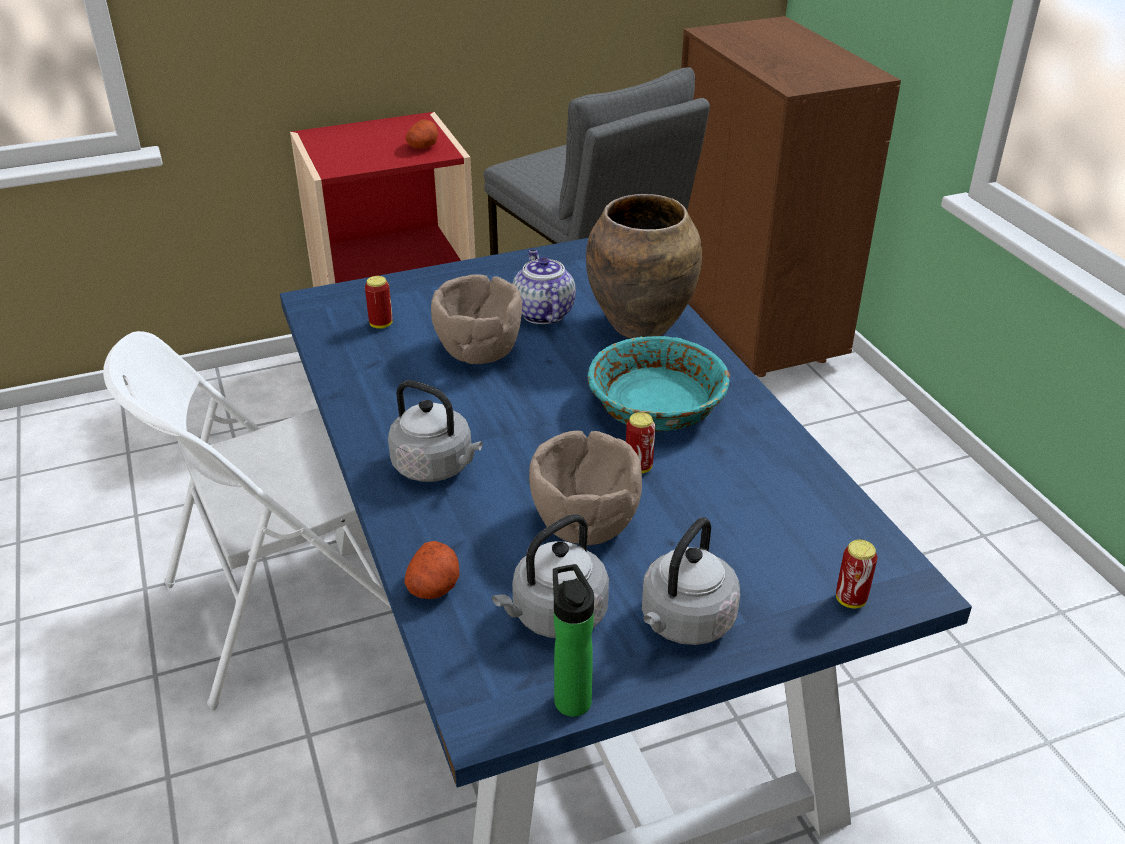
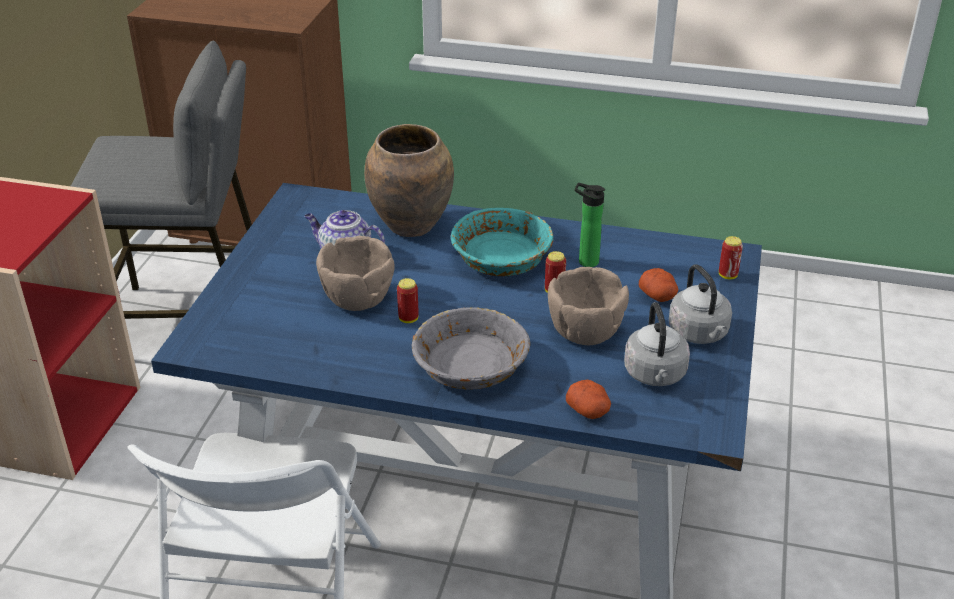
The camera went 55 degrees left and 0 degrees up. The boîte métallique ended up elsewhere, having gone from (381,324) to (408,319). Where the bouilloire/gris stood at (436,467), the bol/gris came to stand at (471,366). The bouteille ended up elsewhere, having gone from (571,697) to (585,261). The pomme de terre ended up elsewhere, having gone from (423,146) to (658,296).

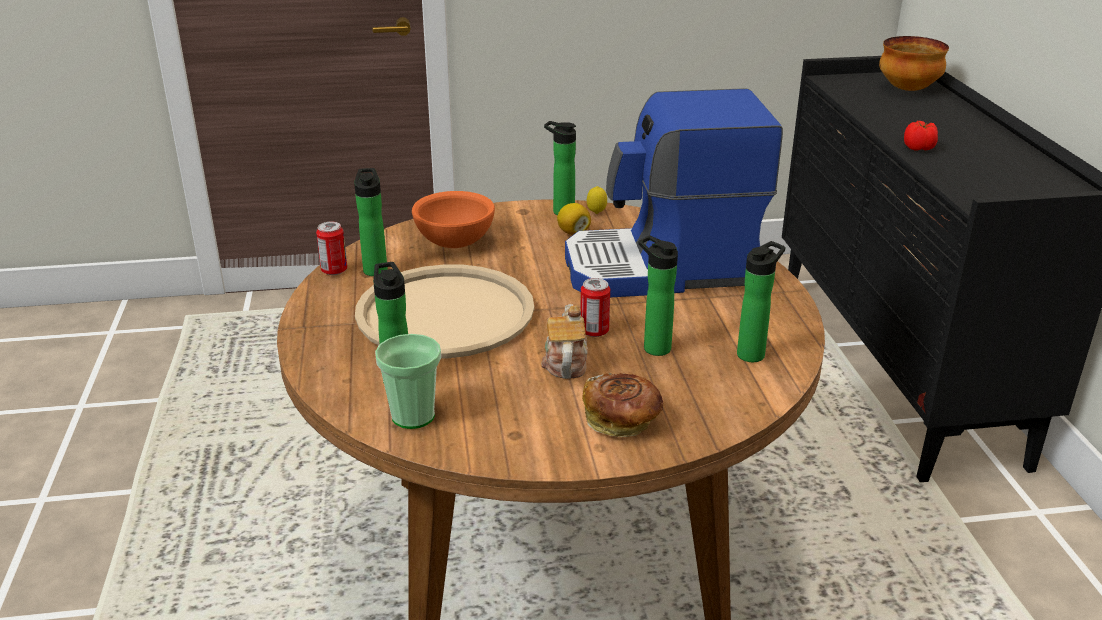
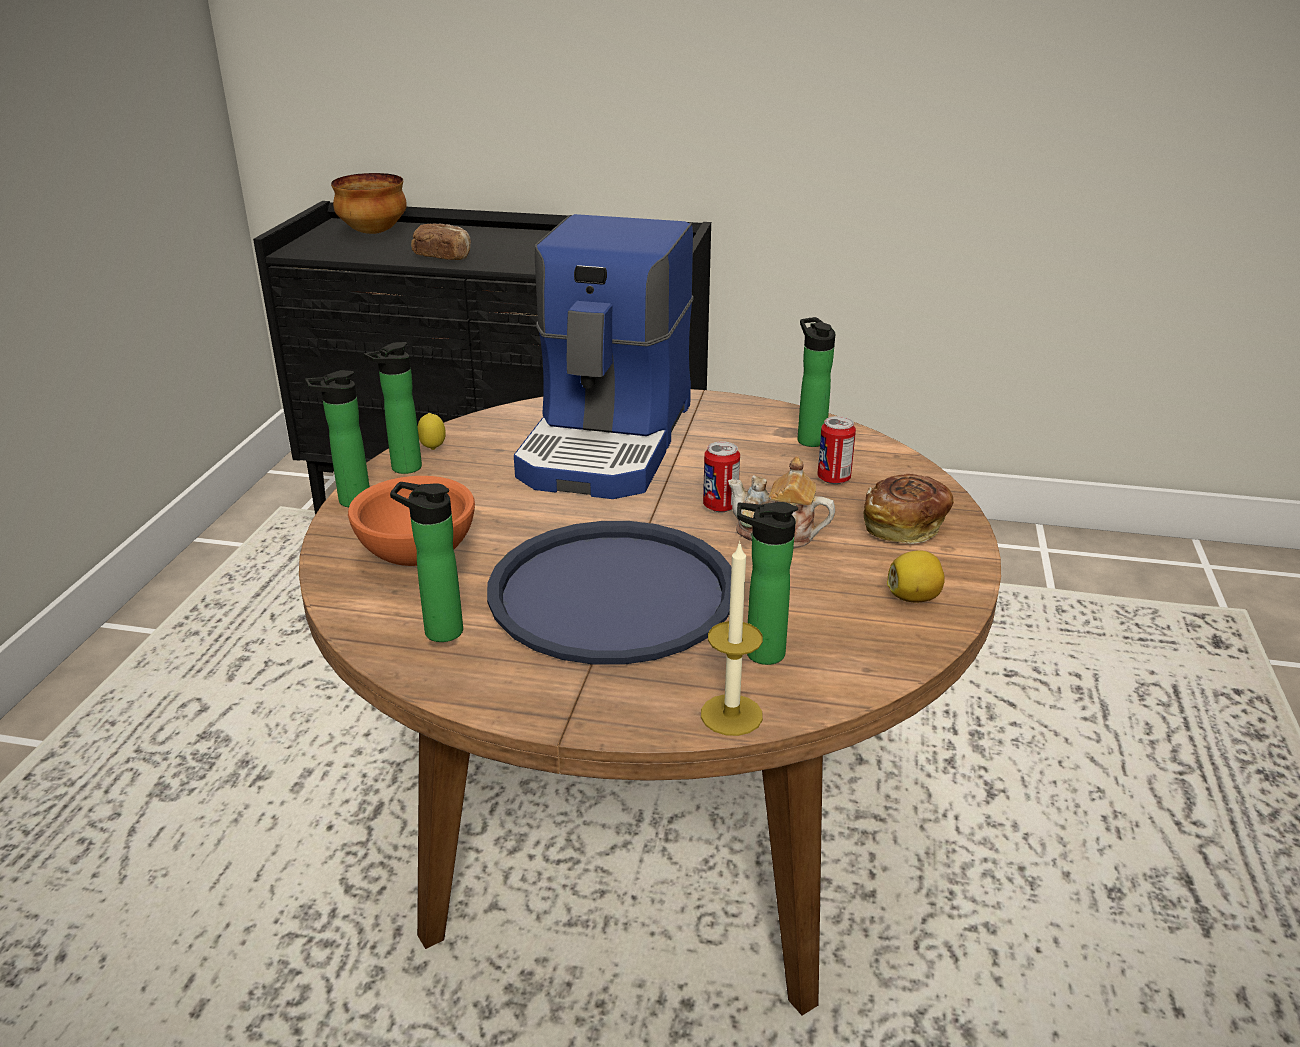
The camera went 70 degrees left and 0 degrees up. The bouteille ended up elsewhere, having gone from (653,347) to (349,501). The second view gained the pain at (443,257). What was the plateau/beige at (445,313) turned into the plateau/bleu at (612,592). The second view gained the bougie at (731,715). The boîte métallique ended up elsewhere, having gone from (334,271) to (833,479). The citron ended up elsewhere, having gone from (573,232) to (914,597). The second view lost the tasse at (413,416). The second view lost the tomate at (919,148).

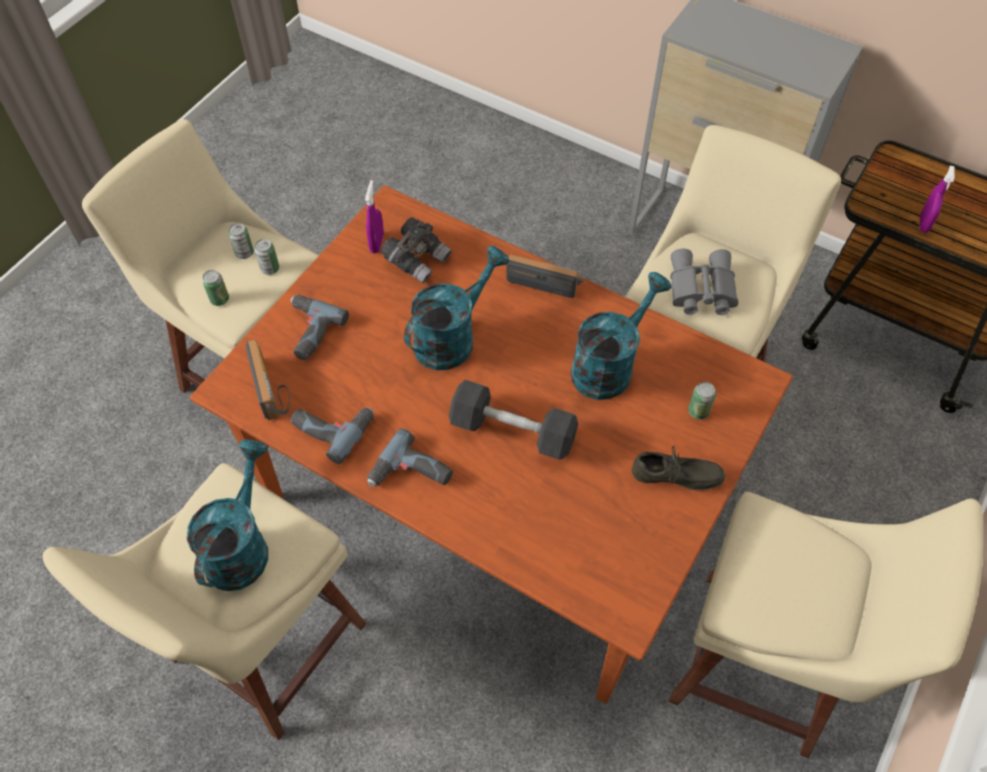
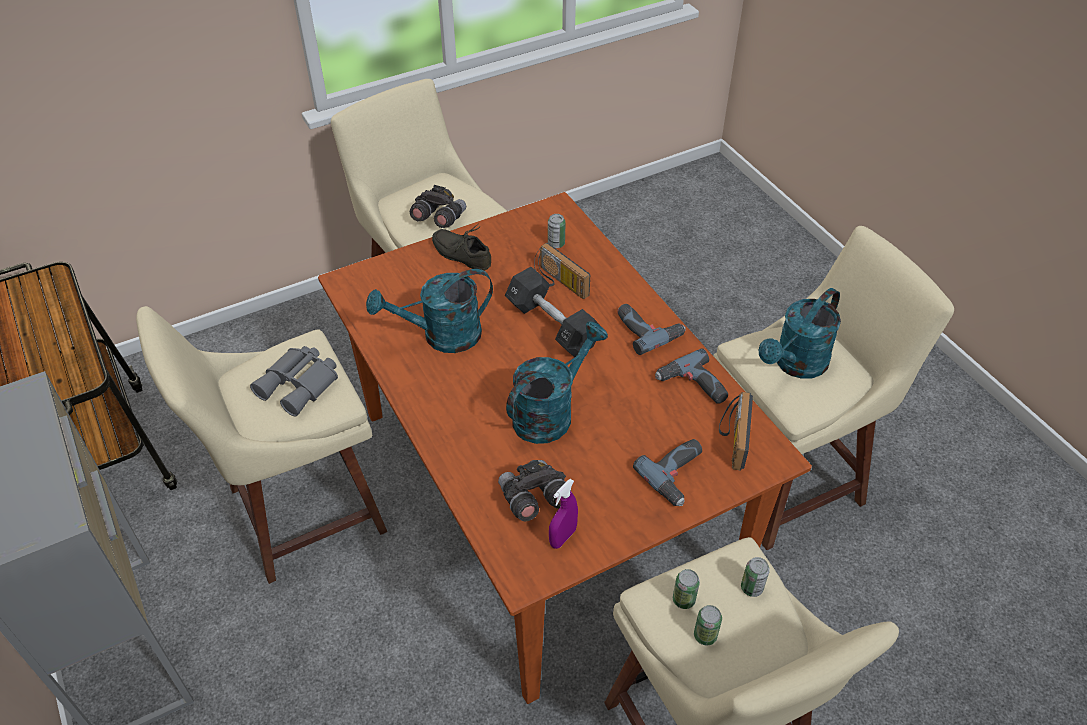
The camera went 150 degrees left and 10 degrees down. The second view gained the jumelles/gris at (439,219). The arrosoir/turquoise at (452,337) ended up facing another way, 150 degrees clockwise from before. The radio ended up elsewhere, having gone from (545,281) to (558,283). The boîte métallique ended up elsewhere, having gone from (698,411) to (556,244). The second view lost the vaporisateur/violet at (924,223).

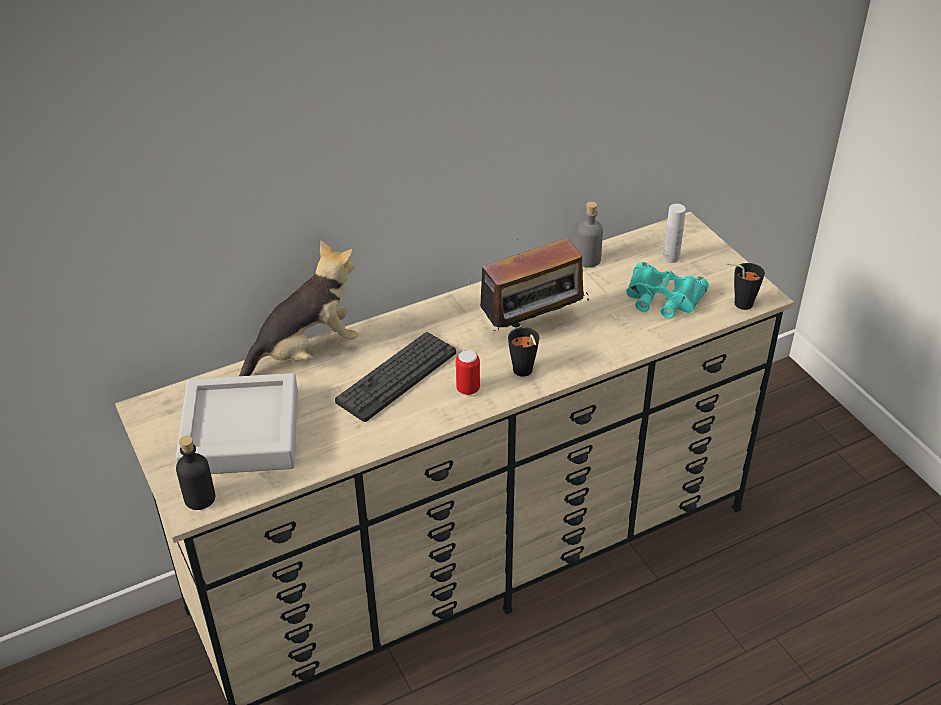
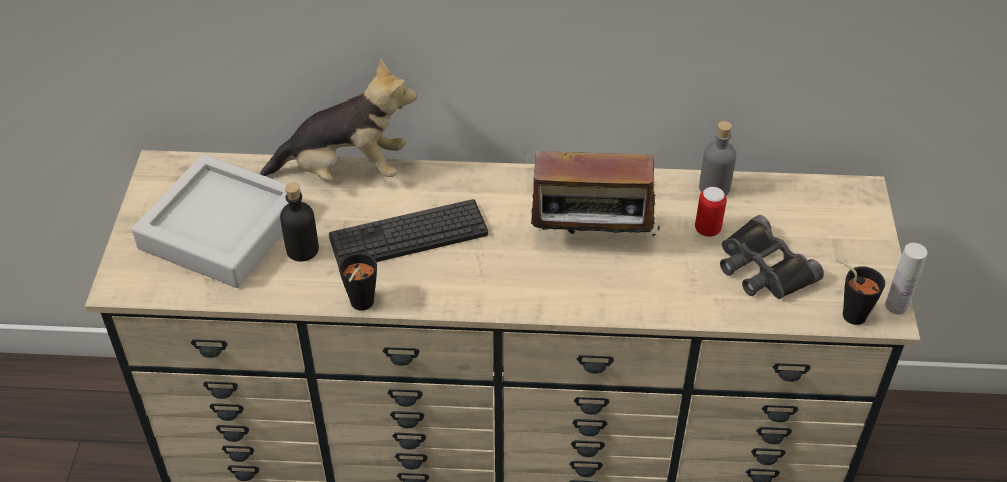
The camera went 30 degrees right and 5 degrees up. The bouteille/noir ended up elsewhere, having gone from (200,498) to (302,249). The tasse/noir ended up elsewhere, having gone from (523,373) to (359,305). The boîte métallique ended up elsewhere, having gone from (468,389) to (707,229). What was the jumelles/turquoise at (663,298) turned into the jumelles/noir at (763,268). The bouteille/blanc ended up elsewhere, having gone from (671,257) to (896,306).

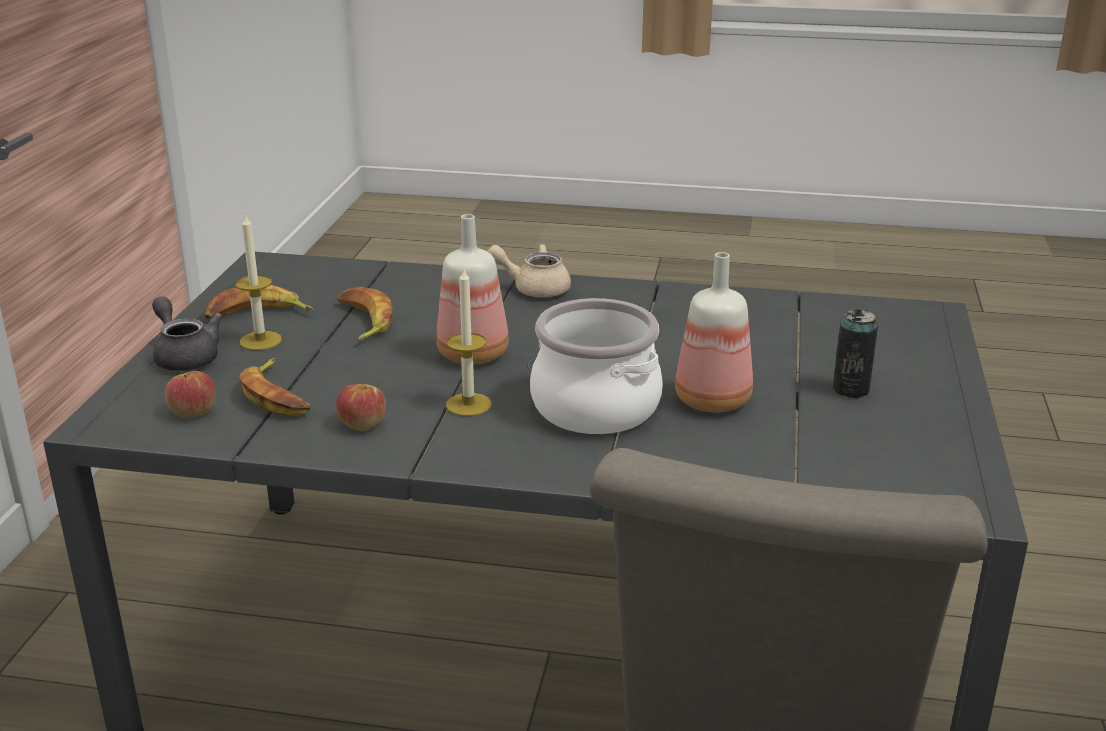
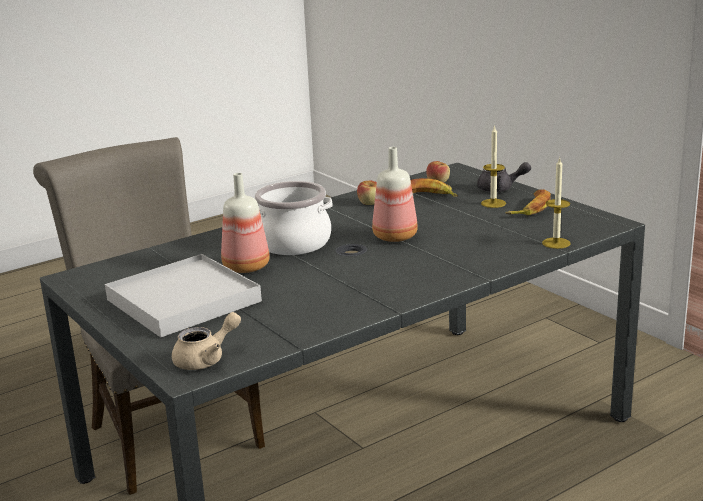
The camera went 135 degrees right and 5 degrees down. Where the boîte métallique stood at (850,389), the plateau/blanc came to stand at (183,301). The théière/beige ended up elsewhere, having gone from (534,288) to (206,359). The bougie ended up elsewhere, having gone from (468,404) to (556,243). The second view lost the banane at (362,321).

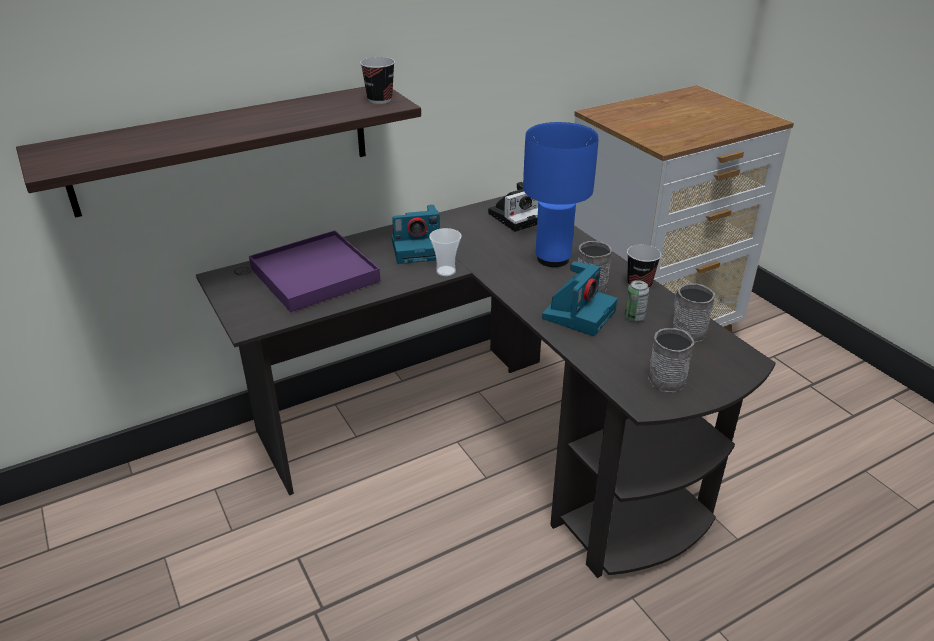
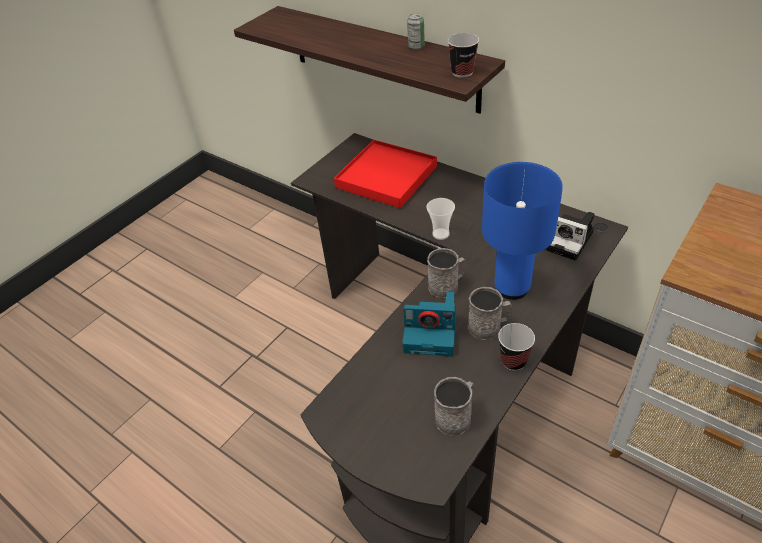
The camera went 70 degrees right and 10 degrees up. What was the plateau/violet at (315,275) turned into the plateau/rouge at (387,177). The boîte métallique ended up elsewhere, having gone from (634,317) to (416,46). The mug/gris ended up elsewhere, having gone from (665,376) to (447,285). The second view lost the appareil photo at (418,249).

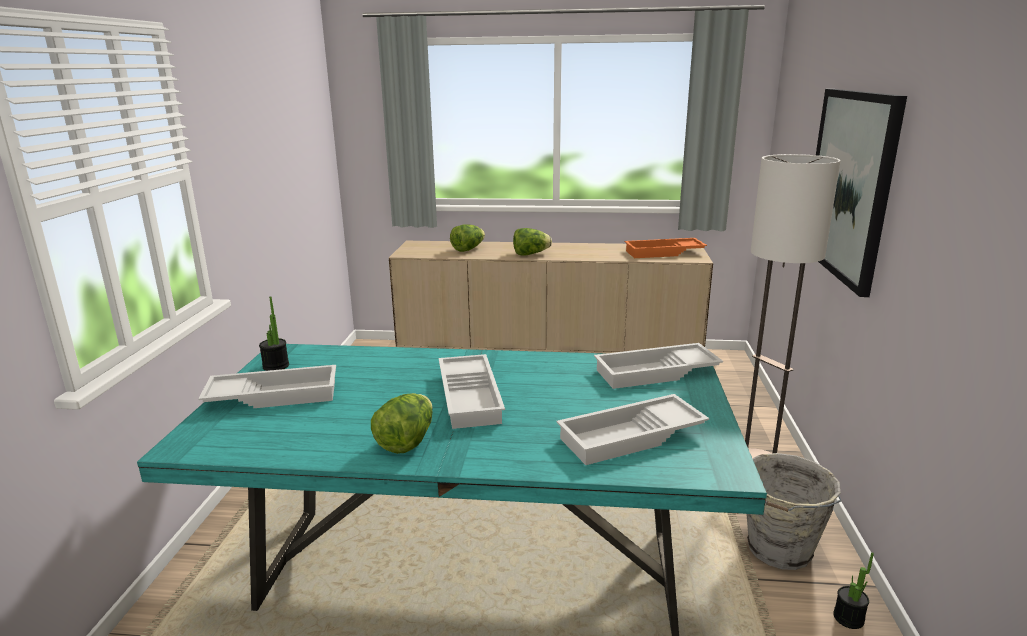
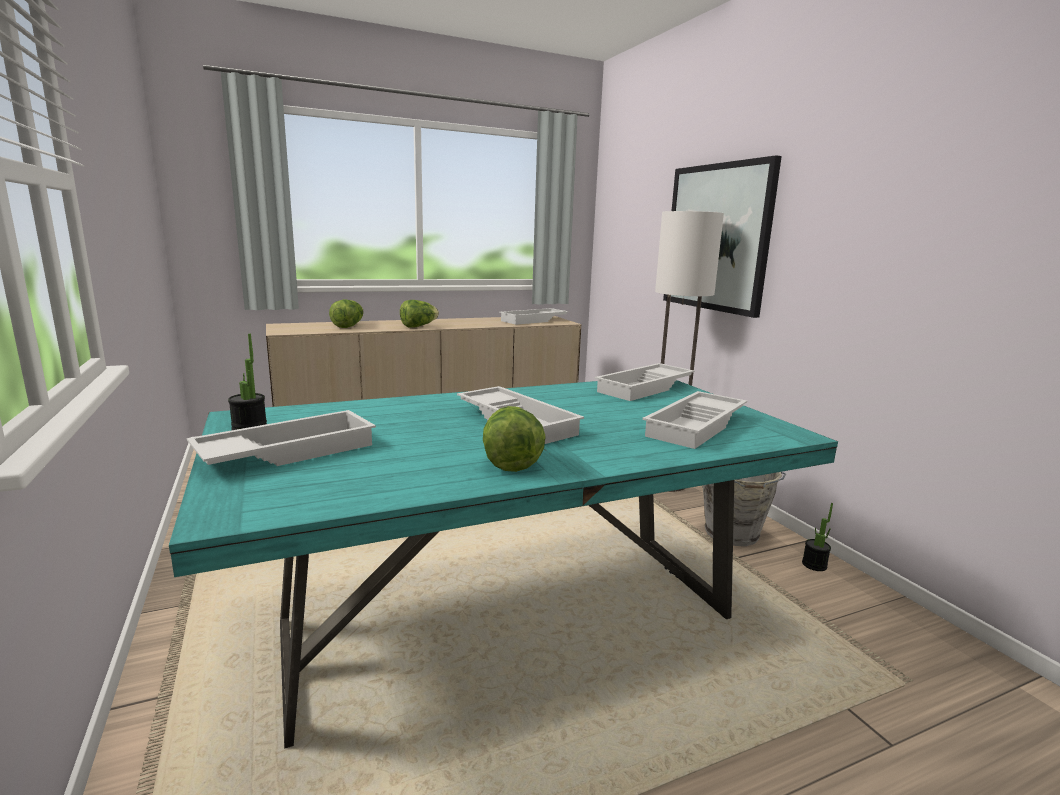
The camera went 30 degrees left and 5 degrees down. What was the plateau/orange at (664,253) turned into the plateau/blanc at (534,320).

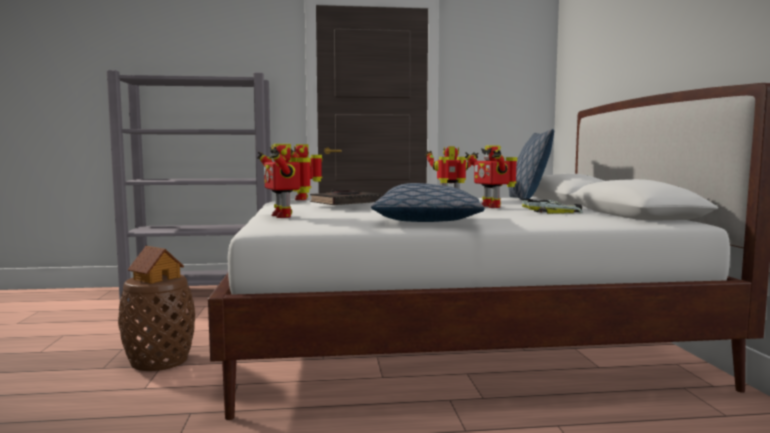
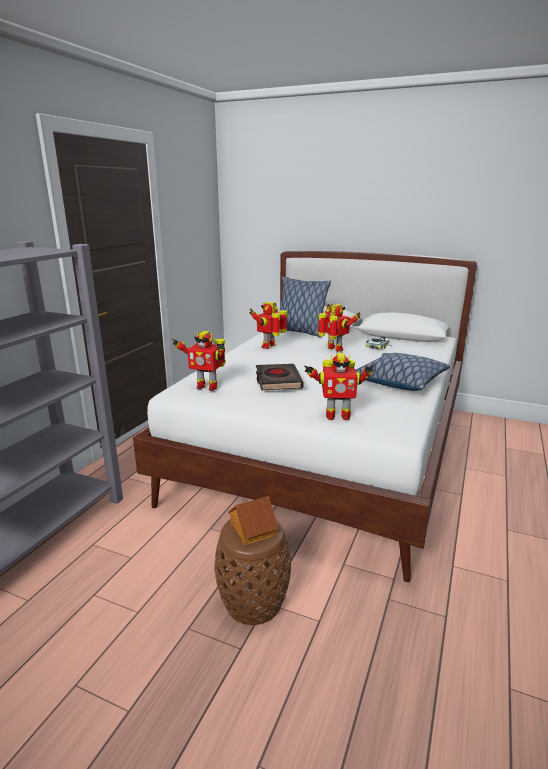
The camera went 60 degrees left and 15 degrees up. The robot jouet at (491,206) ended up facing another way, 135 degrees counterclockwise from before.

